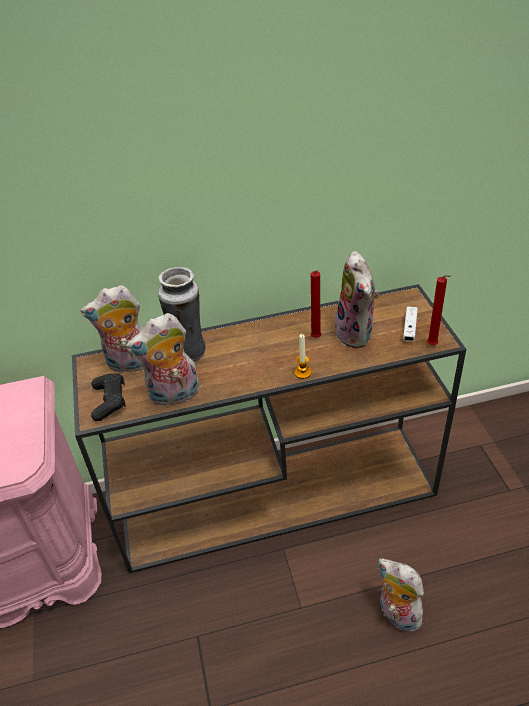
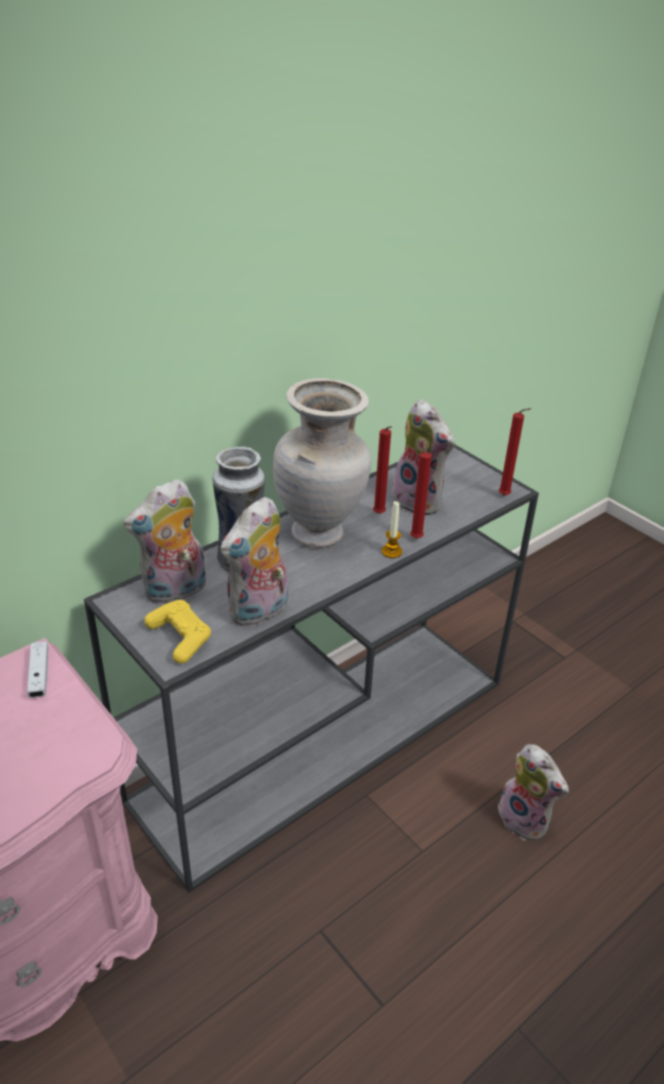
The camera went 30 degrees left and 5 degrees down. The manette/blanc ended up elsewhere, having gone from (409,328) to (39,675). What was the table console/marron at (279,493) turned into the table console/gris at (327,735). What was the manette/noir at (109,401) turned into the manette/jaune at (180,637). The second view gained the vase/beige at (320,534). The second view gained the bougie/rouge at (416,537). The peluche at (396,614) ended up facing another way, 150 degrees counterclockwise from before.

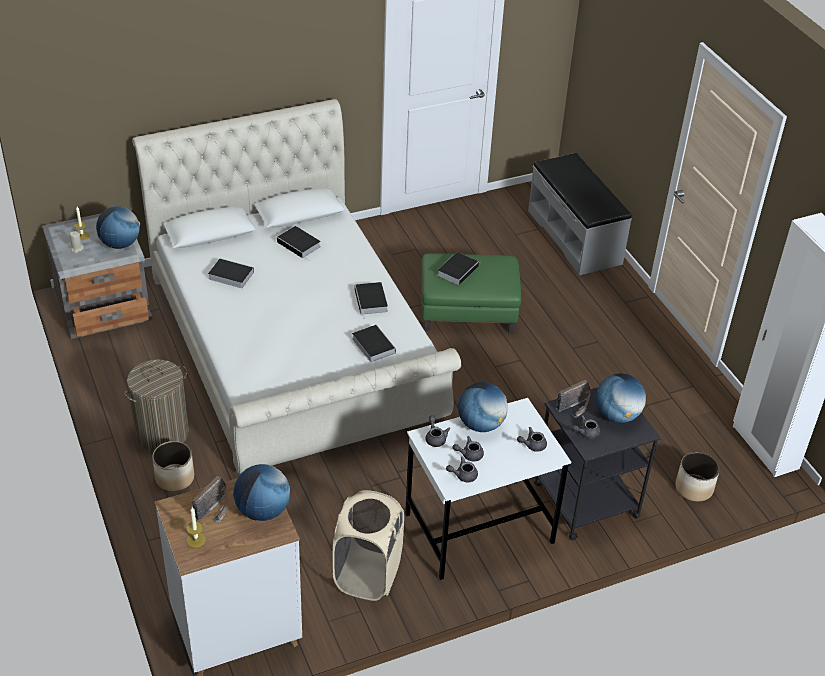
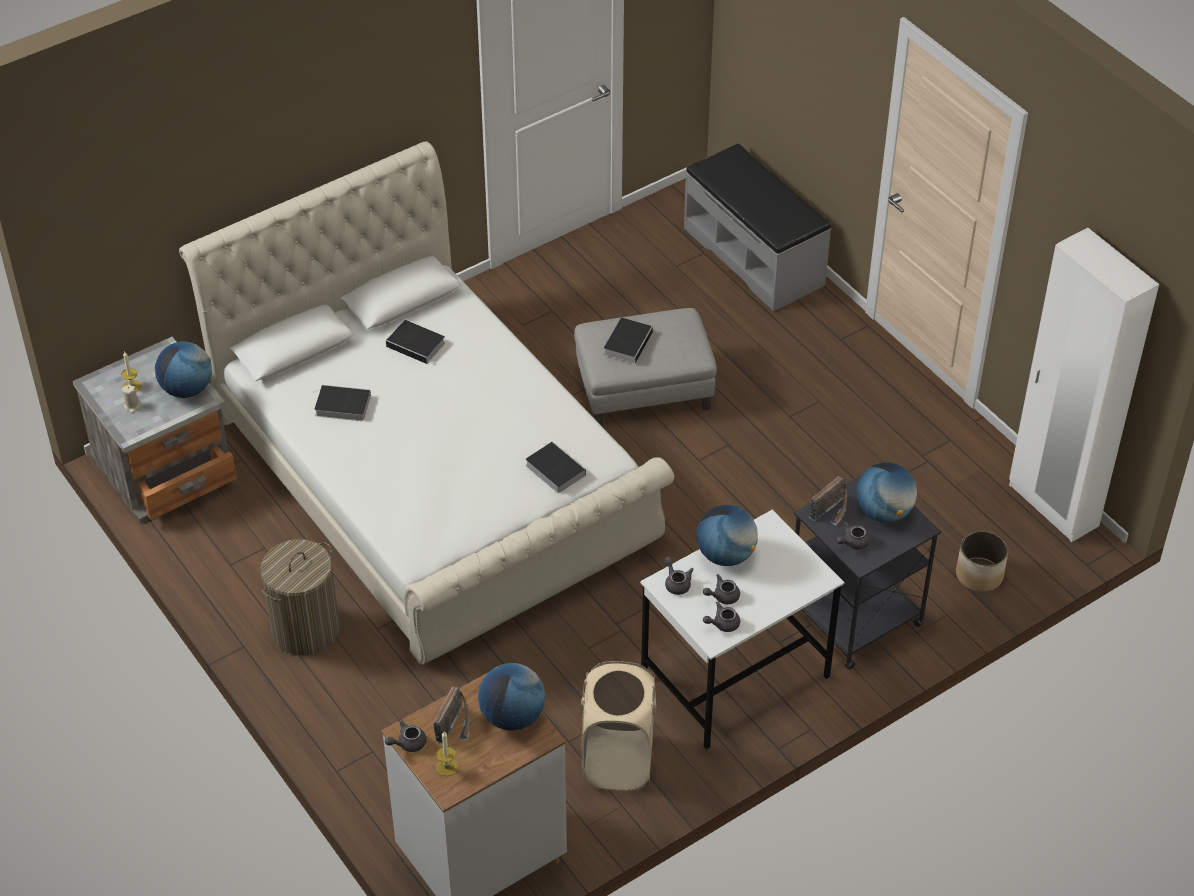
The camera went 10 degrees left and 5 degrees up. The théière/gris ended up elsewhere, having gone from (532,445) to (407,743). What was the pouf/vert at (467,312) turned into the pouf/gris at (644,390). The second view lost the cache-pot at (174,478). The second view lost the livre at (371,301).

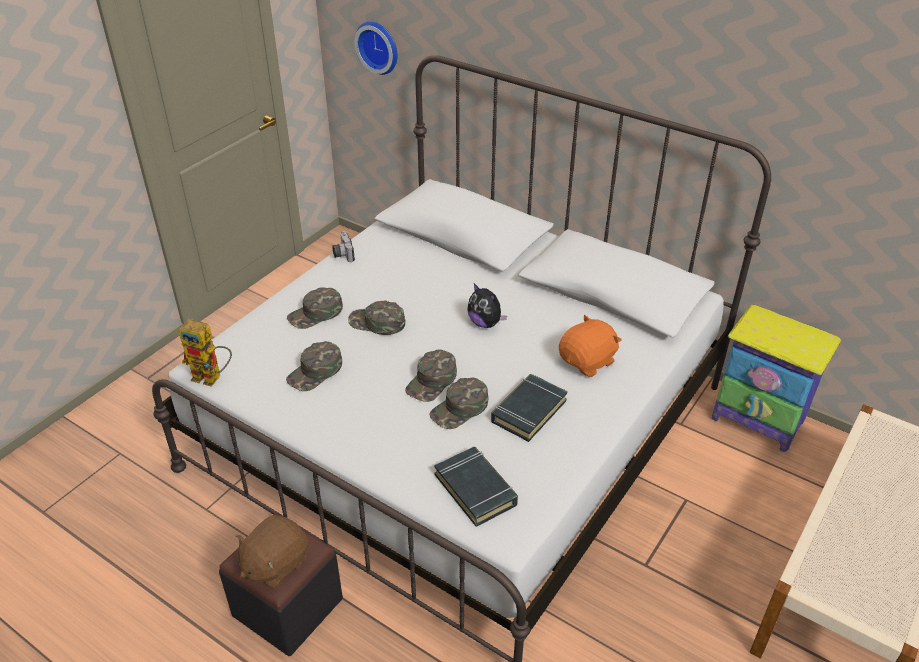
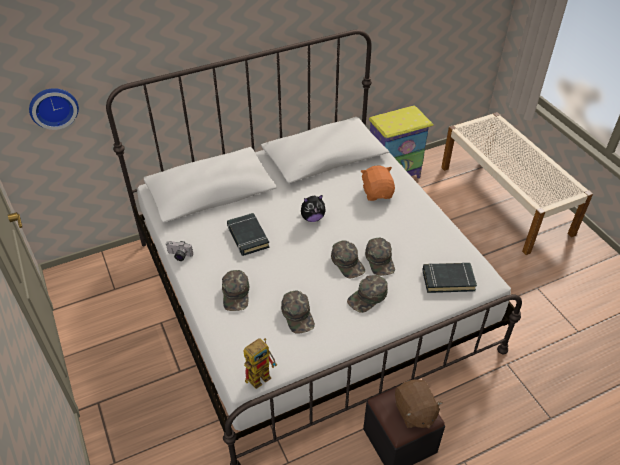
The camera went 60 degrees left and 5 degrees up. The livre/noir ended up elsewhere, having gone from (528,411) to (247,237). The casquette/vert ended up elsewhere, having gone from (376,323) to (368,297).

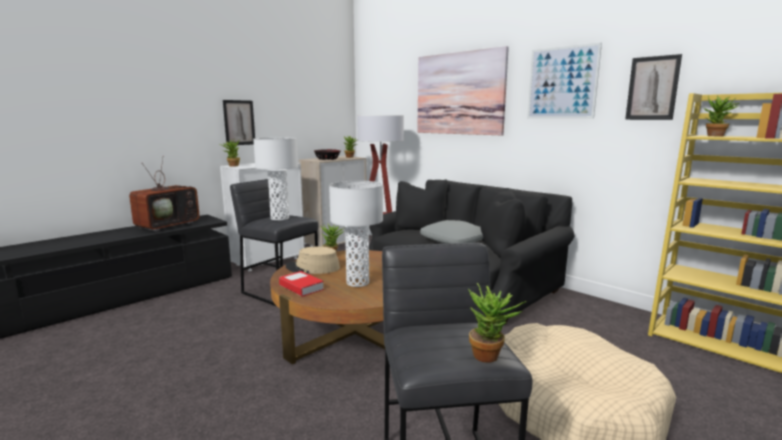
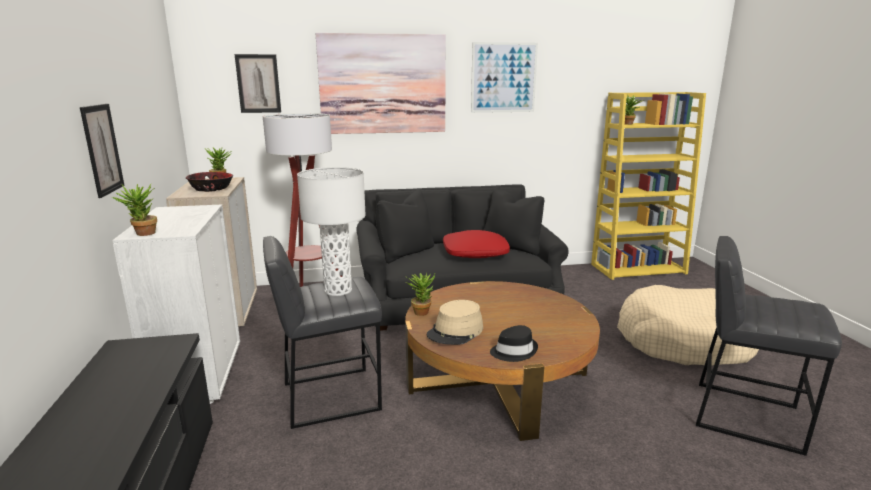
The camera went 55 degrees left and 5 degrees up. The tableau ended up elsewhere, having gone from (652,88) to (258,83). What was the coussin/gris at (454,241) turned into the coussin/rouge at (475,252). Where the livre stood at (301,287), the chapeau/noir came to stand at (513,351). The second view lost the téléviseur at (168,225). The second view lost the lampe de table/blanc at (358,282). The second view lost the plante en pot at (491,356).

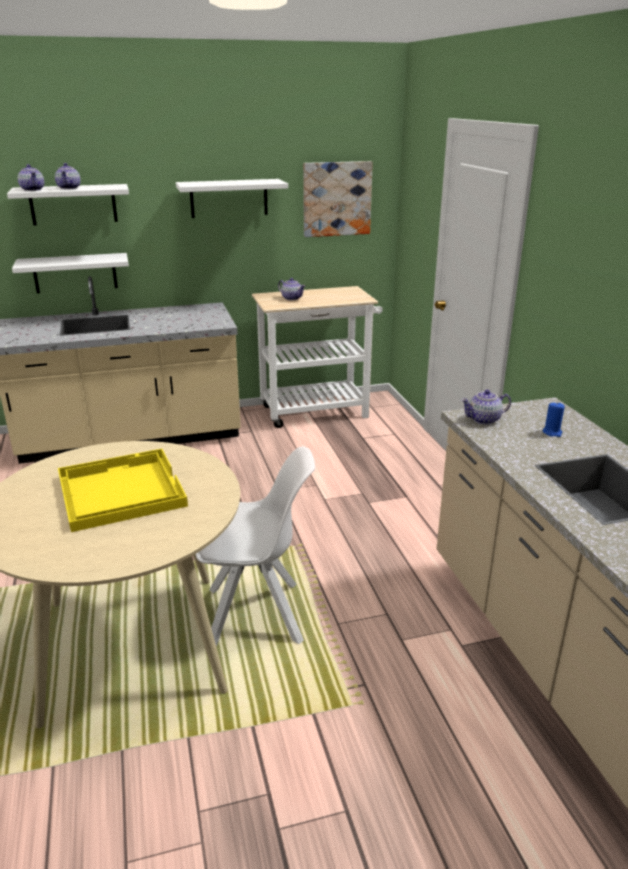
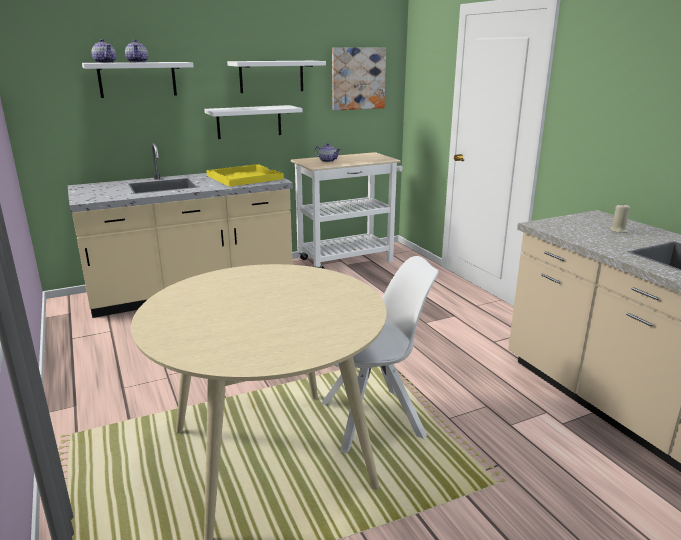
The camera went 10 degrees left and 5 degrees down. The étagère/blanc ended up elsewhere, having gone from (75,273) to (249,122). The plateau/jaune ended up elsewhere, having gone from (120,490) to (244,177). What was the bougie/bleu at (552,432) turned into the bougie/beige at (618,230). The second view lost the théière at (484,419).

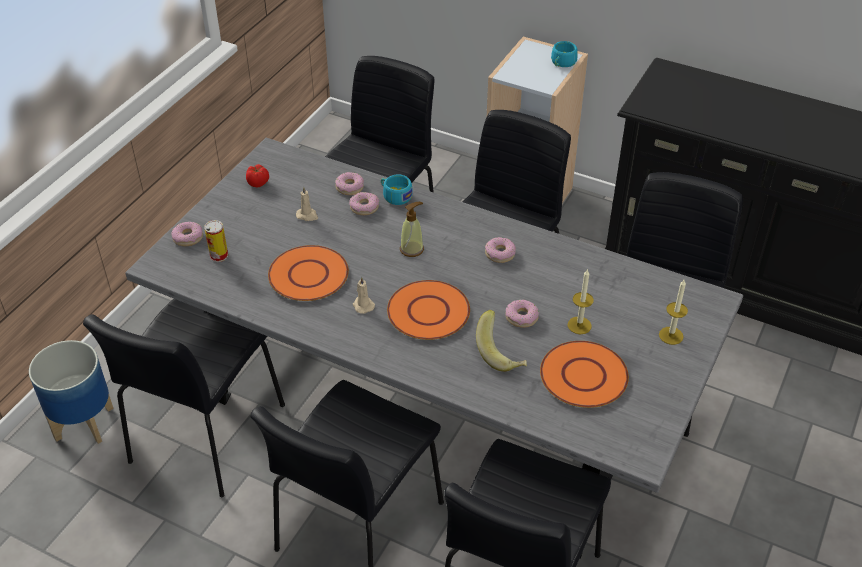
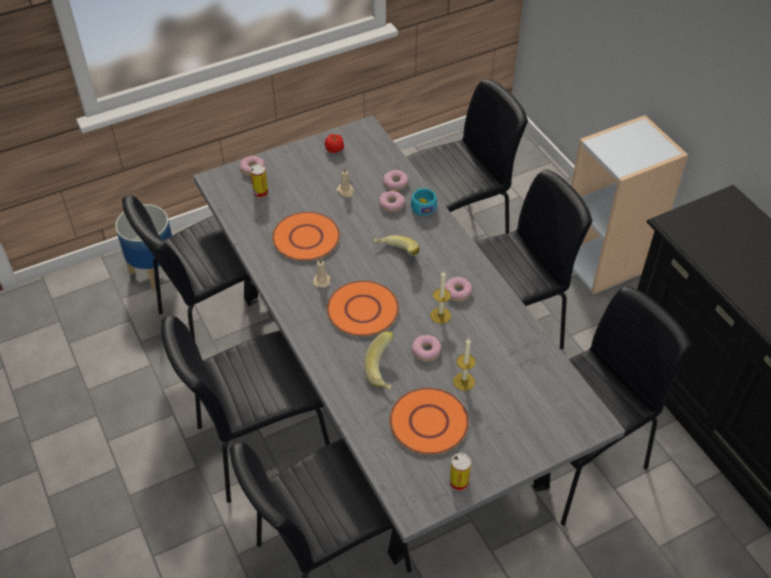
The camera went 35 degrees right and 5 degrees up. Where the distributeur de savon stood at (412,249), the banane came to stand at (395,255). The bougie ended up elsewhere, having gone from (671,335) to (440,315). The second view gained the boîte métallique at (458,482). The second view lost the tasse/turquoise at (562,63).

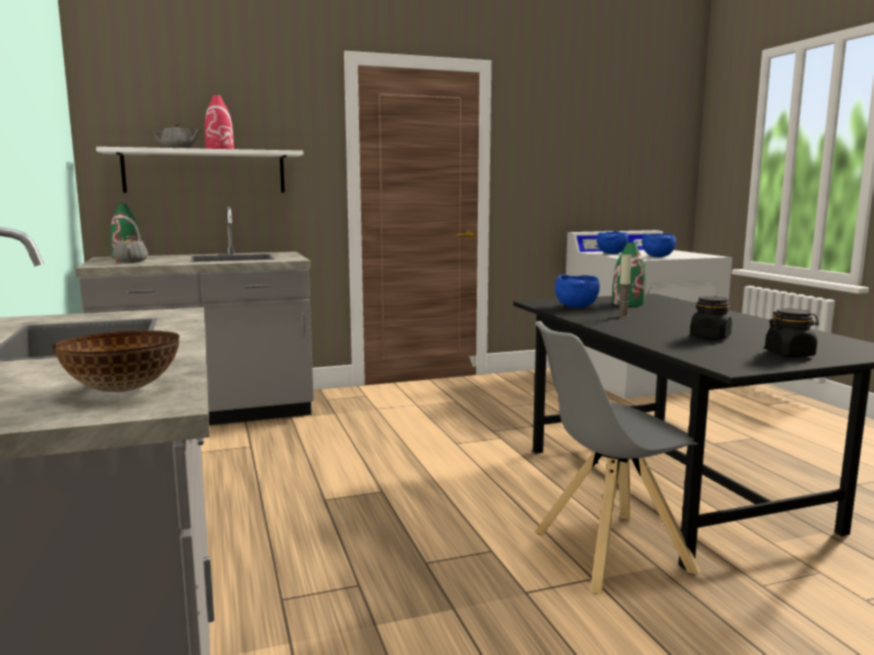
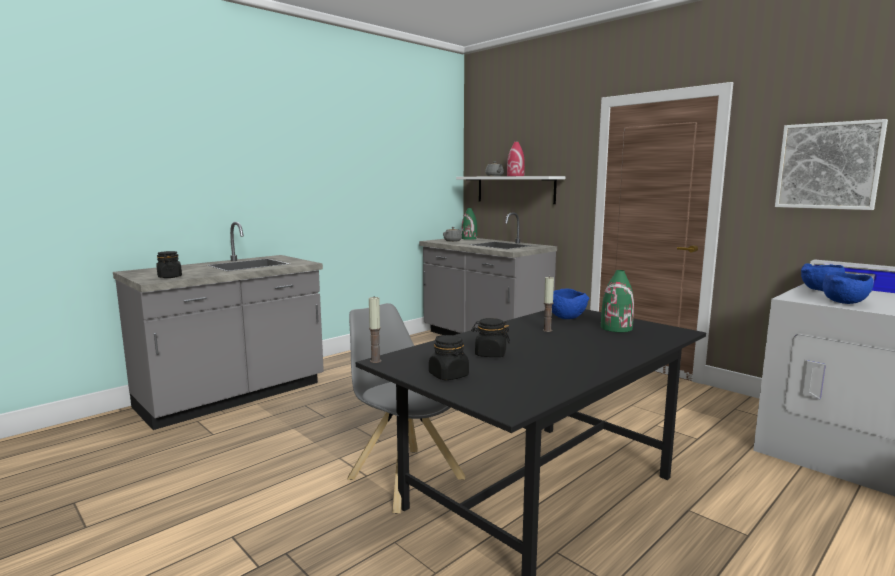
The camera went 65 degrees right and 0 degrees up. Where the bol stood at (124,389), the bocal/noir came to stand at (169,277). The second view gained the bougie at (375,361). The second view gained the tableau at (828,166).

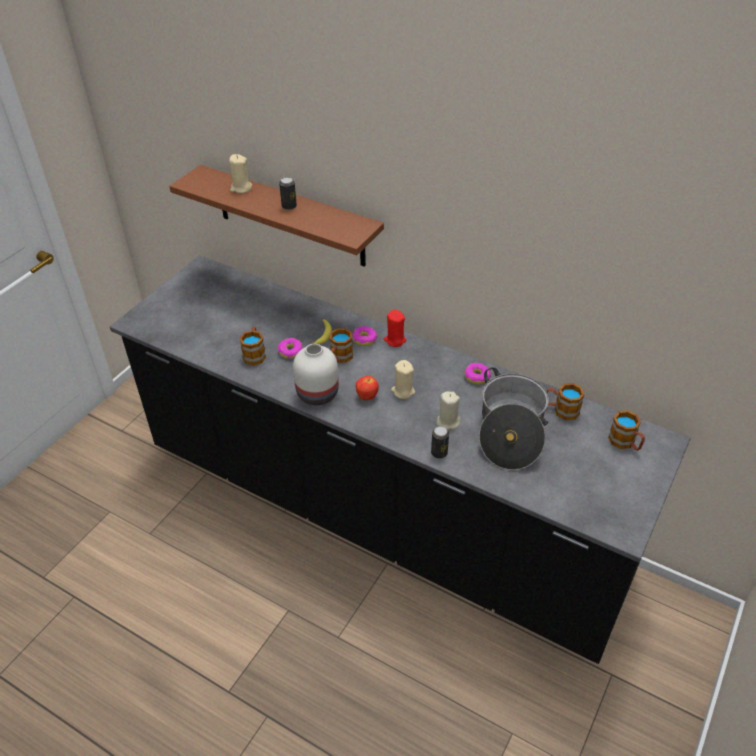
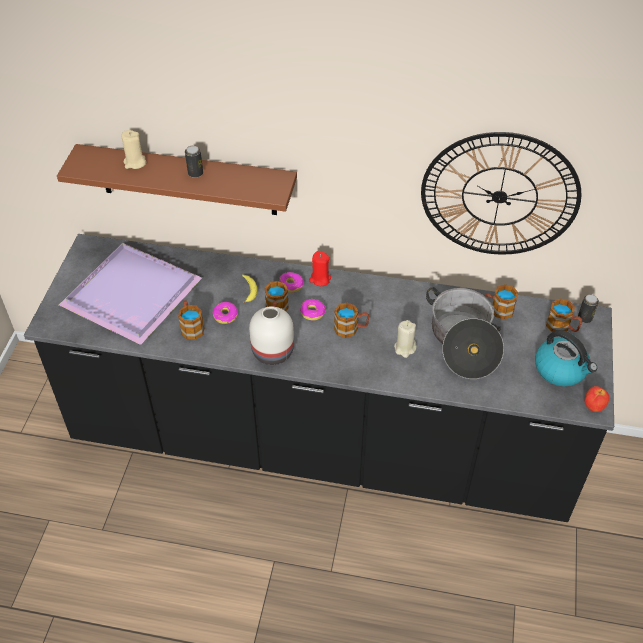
The camera went 20 degrees left and 5 degrees up. The second view gained the plateau/violet at (129,295). The beignet ended up elsewhere, having gone from (477,377) to (312,312). Where the bougie/beige stood at (403,391), the mug came to stand at (351,329). The second view gained the horloge murale at (499,196). The second view gained the bouilloire at (561,369). The boîte métallique ended up elsewhere, having gone from (439,453) to (585,318). The pomme ended up elsewhere, having gone from (367,396) to (593,406).

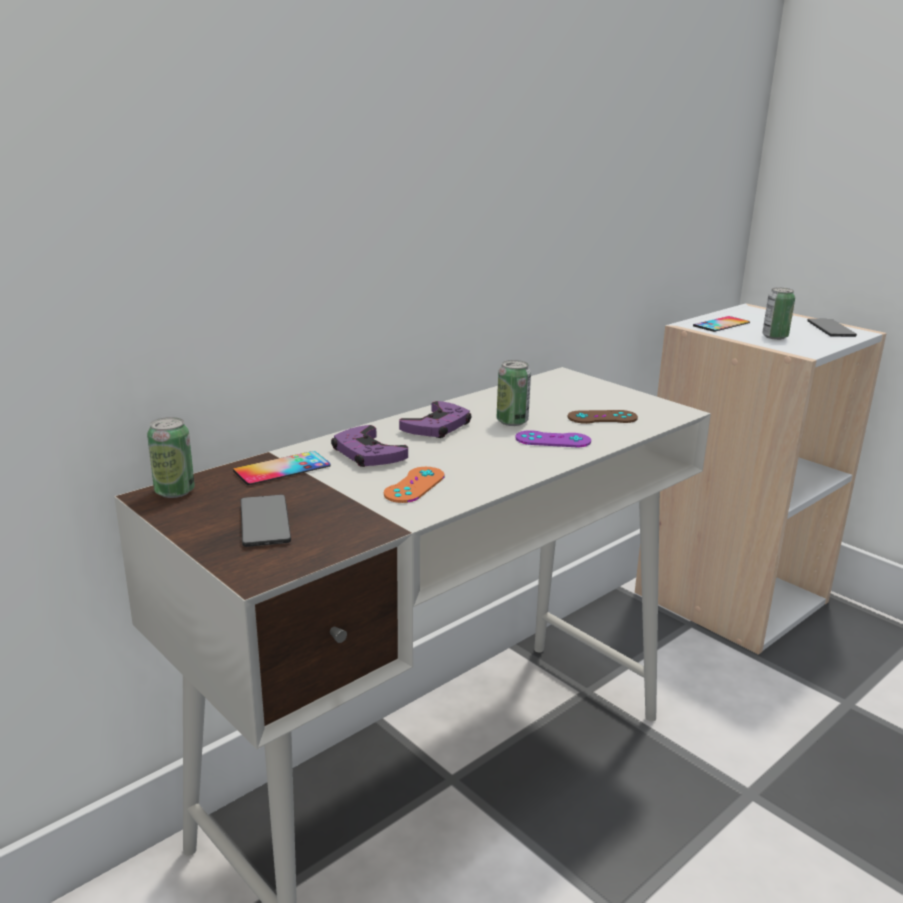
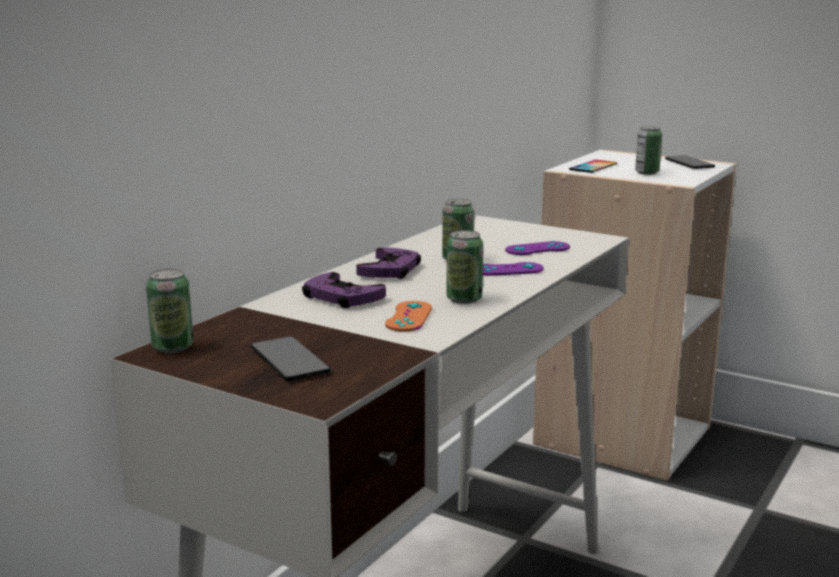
The camera went 15 degrees left and 5 degrees down. The second view gained the boîte métallique at (464,299). What was the manette/marron at (602,417) turned into the manette/violet at (537,249). The second view lost the téléphone at (282,469).

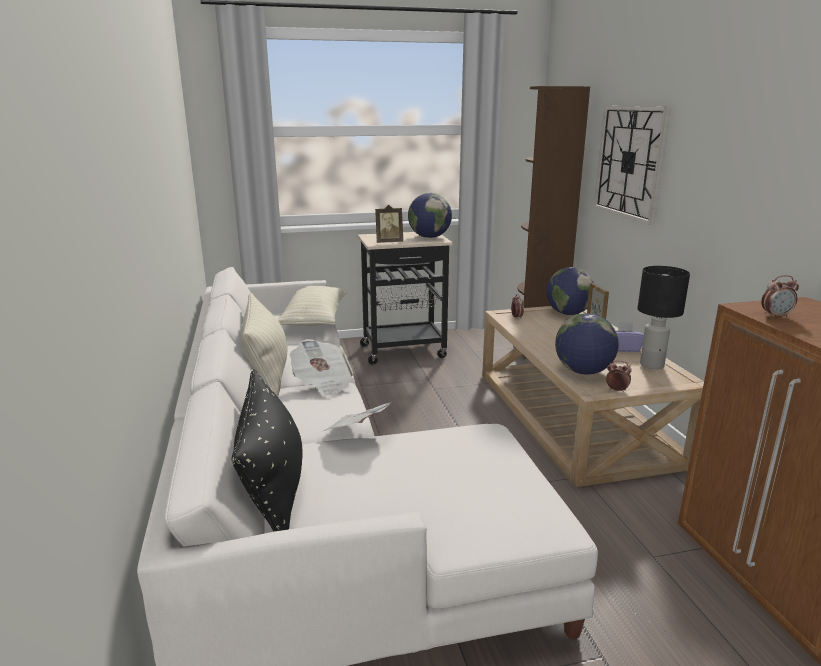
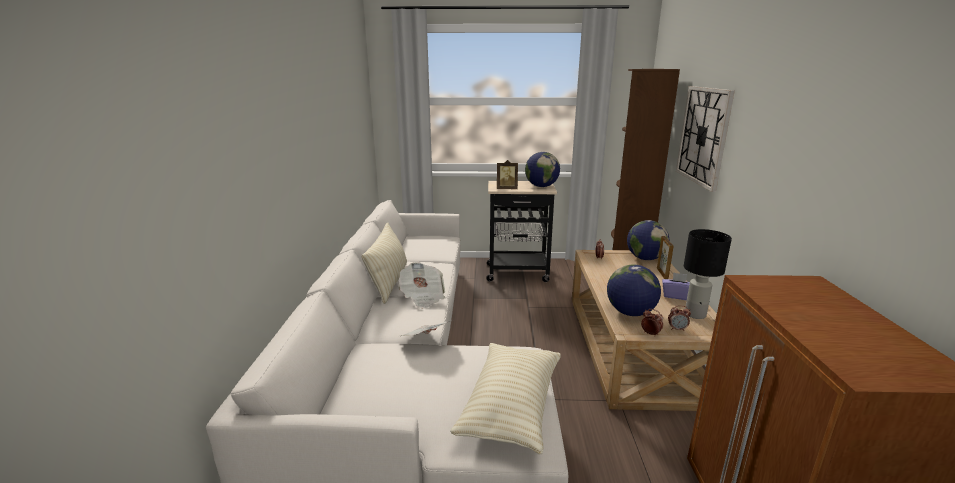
The camera went 15 degrees right and 0 degrees up. The coussin/beige ended up elsewhere, having gone from (314,320) to (511,407). The réveil ended up elsewhere, having gone from (775,316) to (677,329). The second view lost the coussin/noir at (273,488).

